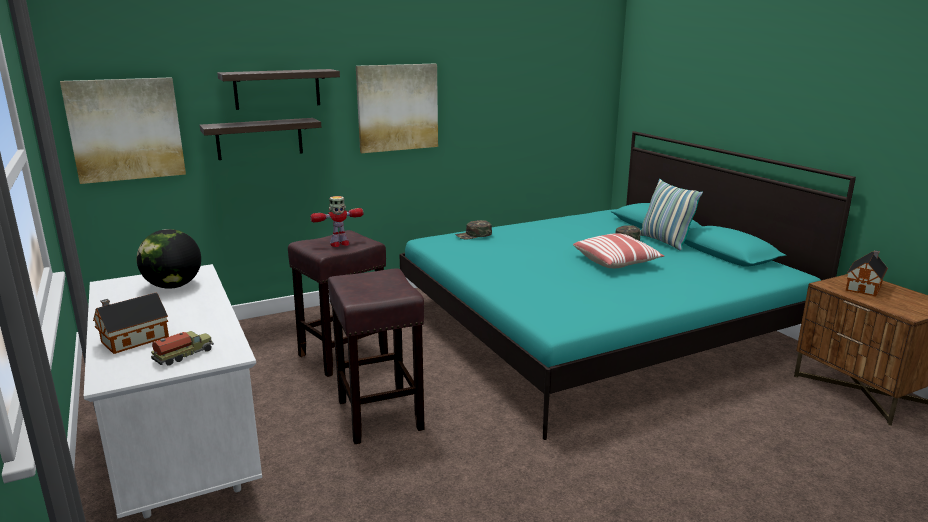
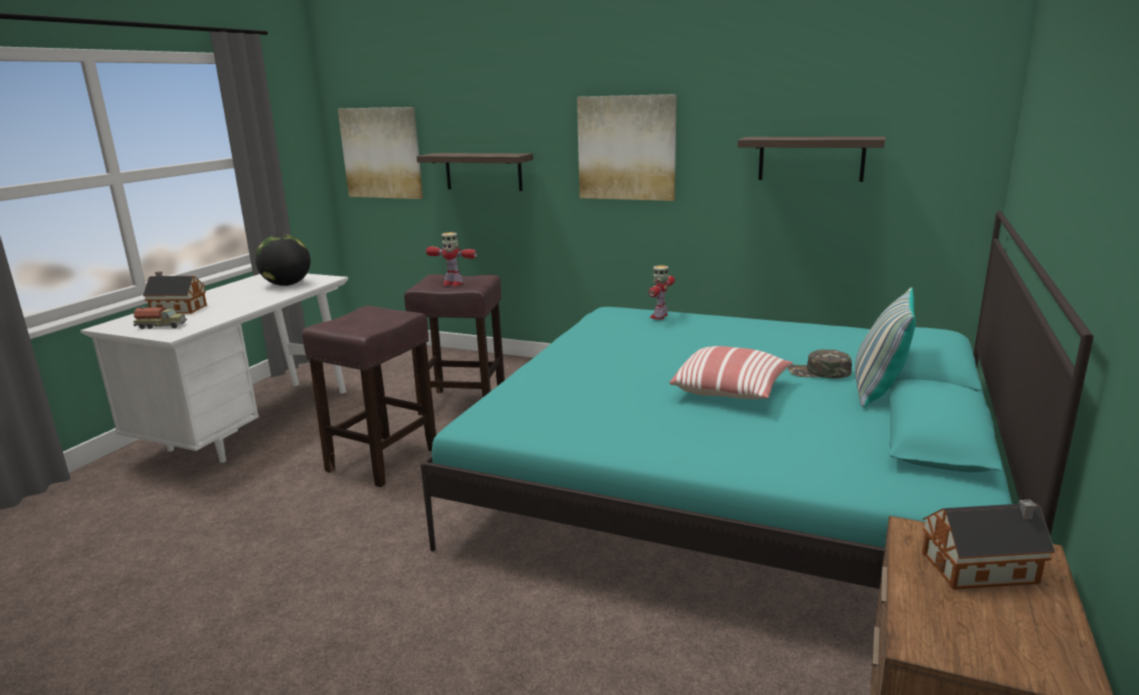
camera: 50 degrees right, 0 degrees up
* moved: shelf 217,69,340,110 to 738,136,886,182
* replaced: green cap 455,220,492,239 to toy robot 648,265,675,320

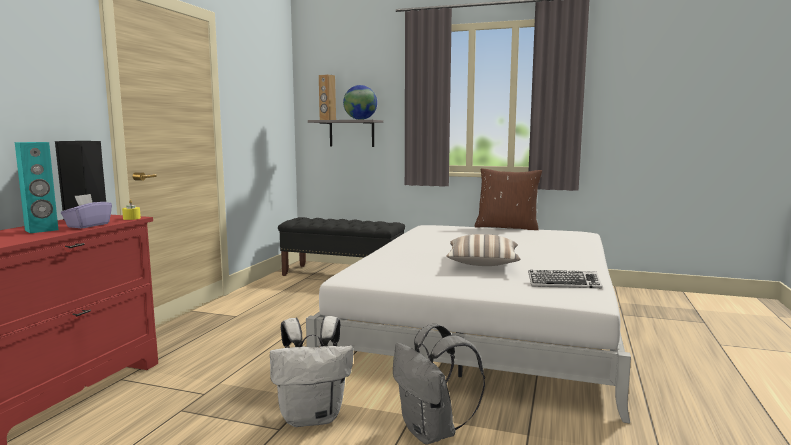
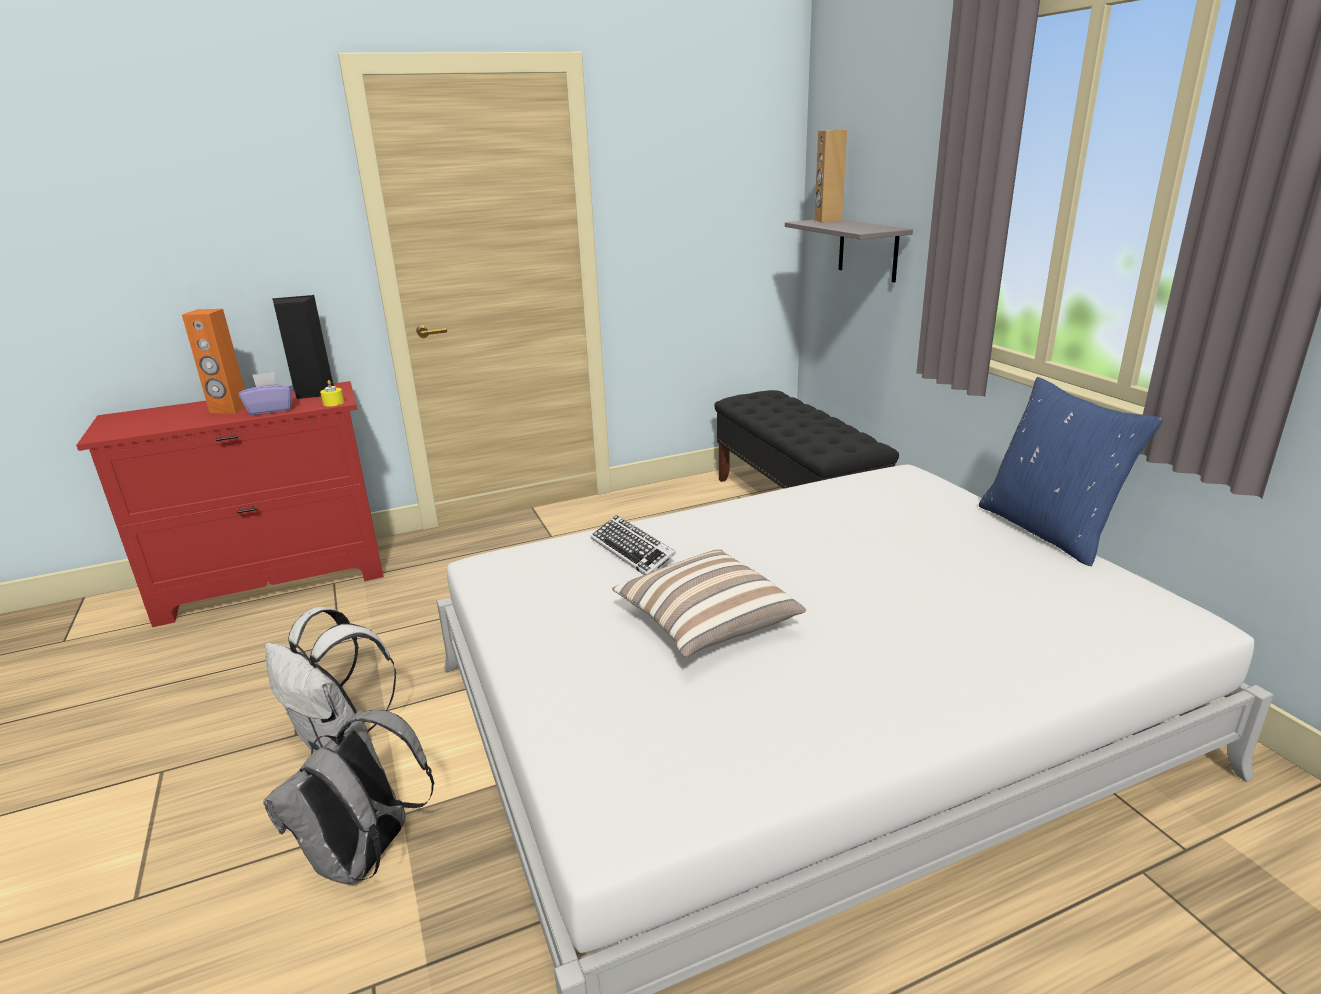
camera: 50 degrees right, 15 degrees up
* removed: globe 343,85,377,120
* recoloured: turquoise speaker 15,142,58,233 to orange speaker 182,309,245,413
* recoloured: brown pillow 475,169,542,230 to blue pillow 979,377,1163,566
* moved: keyboard 528,270,602,288 to 591,515,676,575

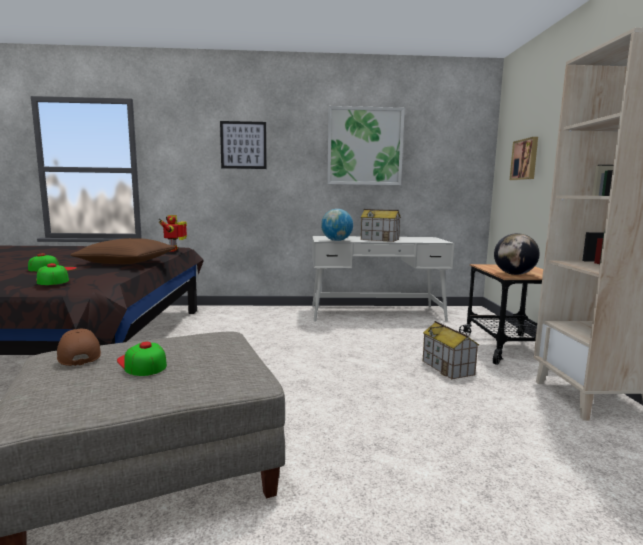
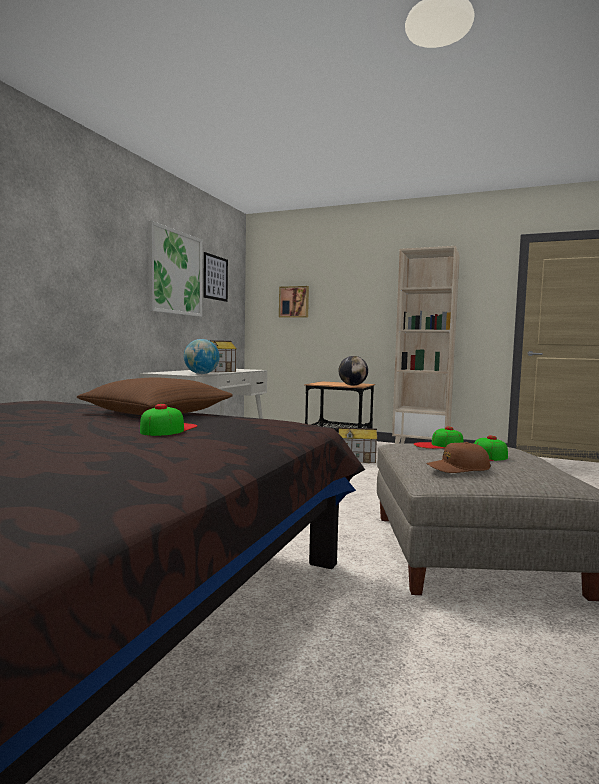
camera: 65 degrees left, 5 degrees down
* moved: picture 220,121,267,169 to 204,252,228,302
* removed: toy robot 158,215,187,252
* moved: cap 36,263,69,285 to 413,426,463,449

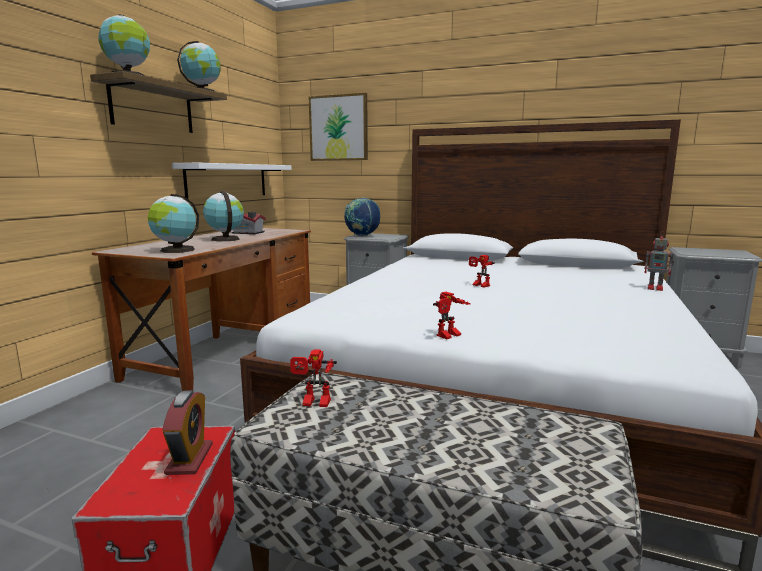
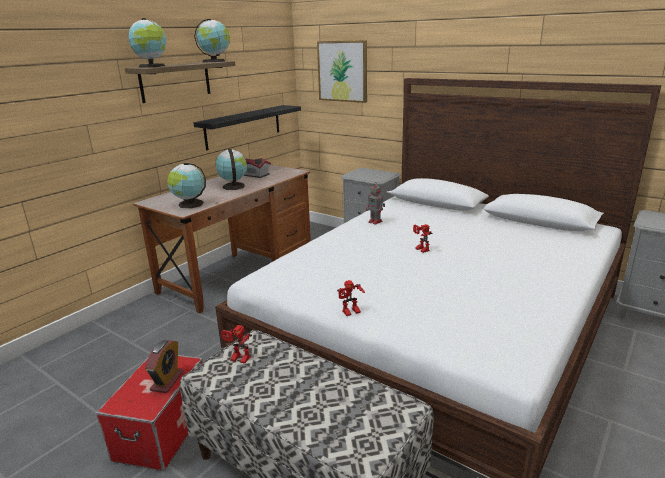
camera: 15 degrees right, 10 degrees up
* recoloured: white shelf 172,163,292,201 to black shelf 193,105,301,150
* removed: globe 344,198,380,236
* moved: toy robot 644,231,674,291 to 366,183,385,225

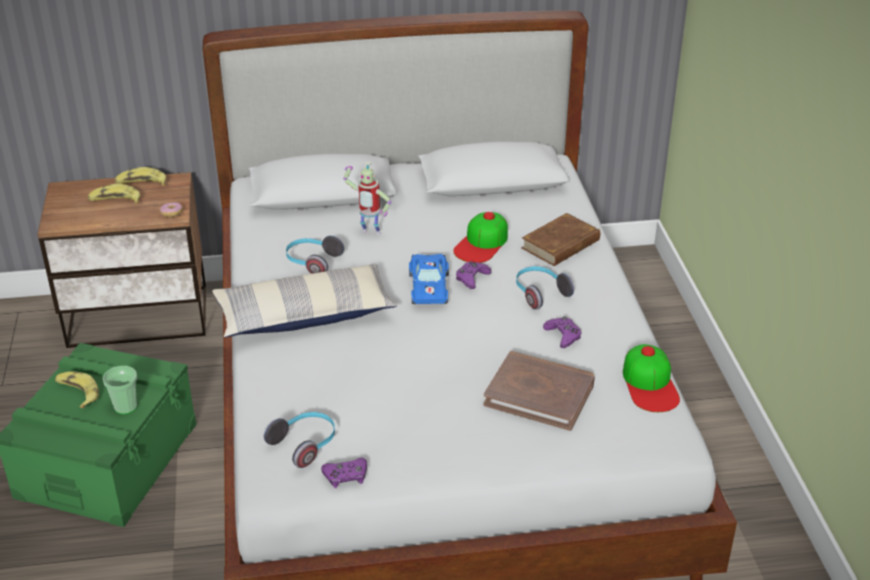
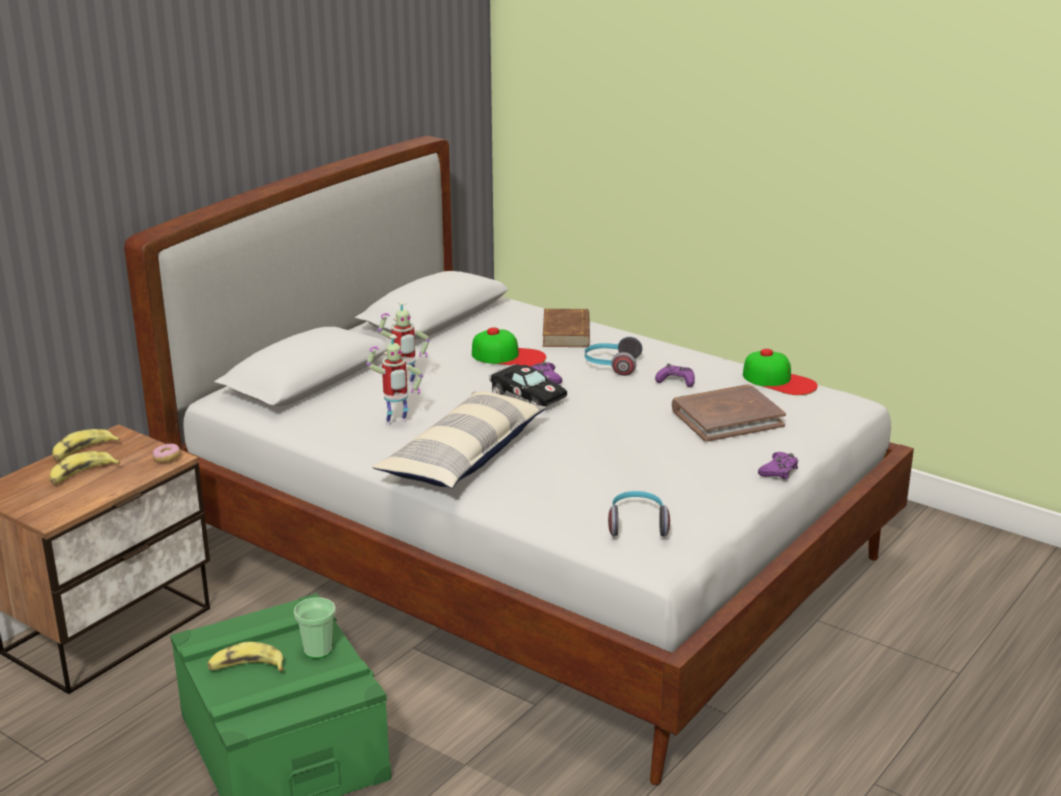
camera: 45 degrees left, 10 degrees down
* turned: cap 453,212,508,263 = 472,327,546,367 60 degrees counterclockwise
* replaced: headphones 286,235,344,274 to toy robot 366,335,423,425
* recoloured: blue toy car 409,254,449,304 to black toy car 489,364,567,406
* moved: purple game controller 321,458,367,488 to 758,452,798,479

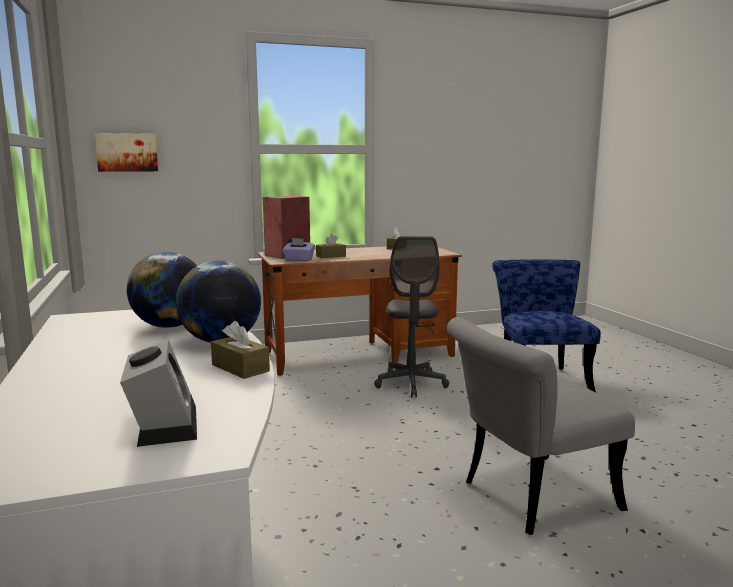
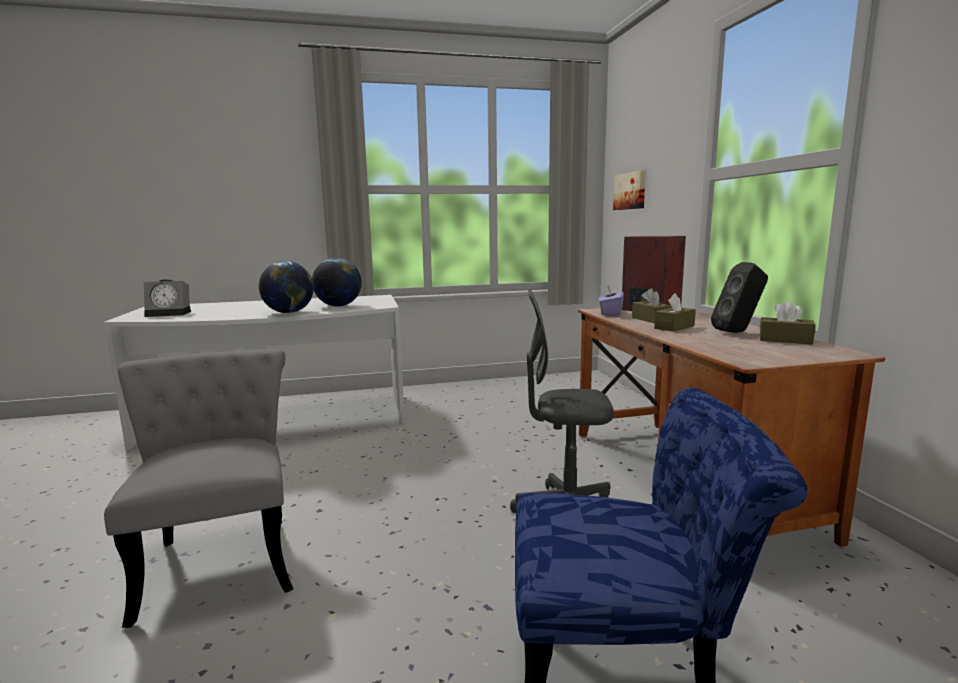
camera: 95 degrees right, 0 degrees up
* moved: brown tissue box 211,321,270,379 to 654,293,696,332
* added: black speaker 711,262,768,333

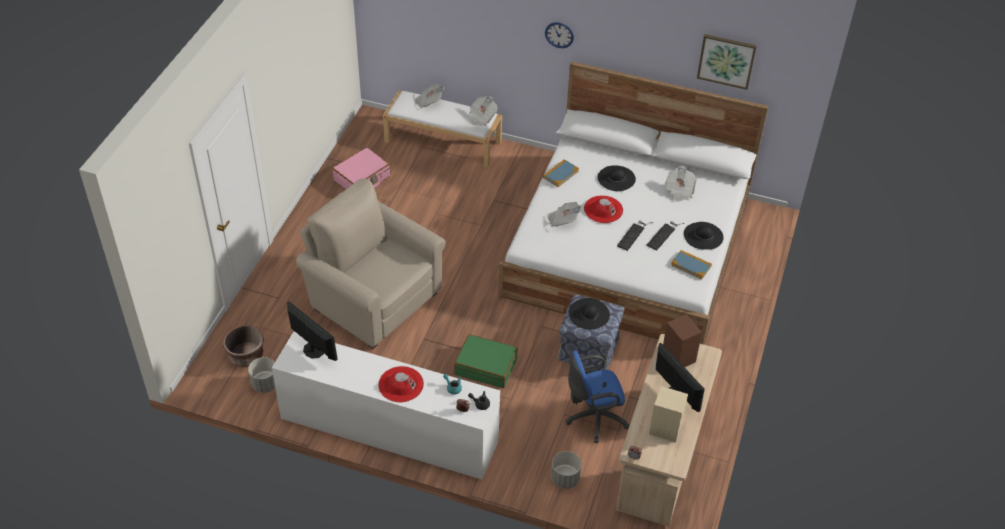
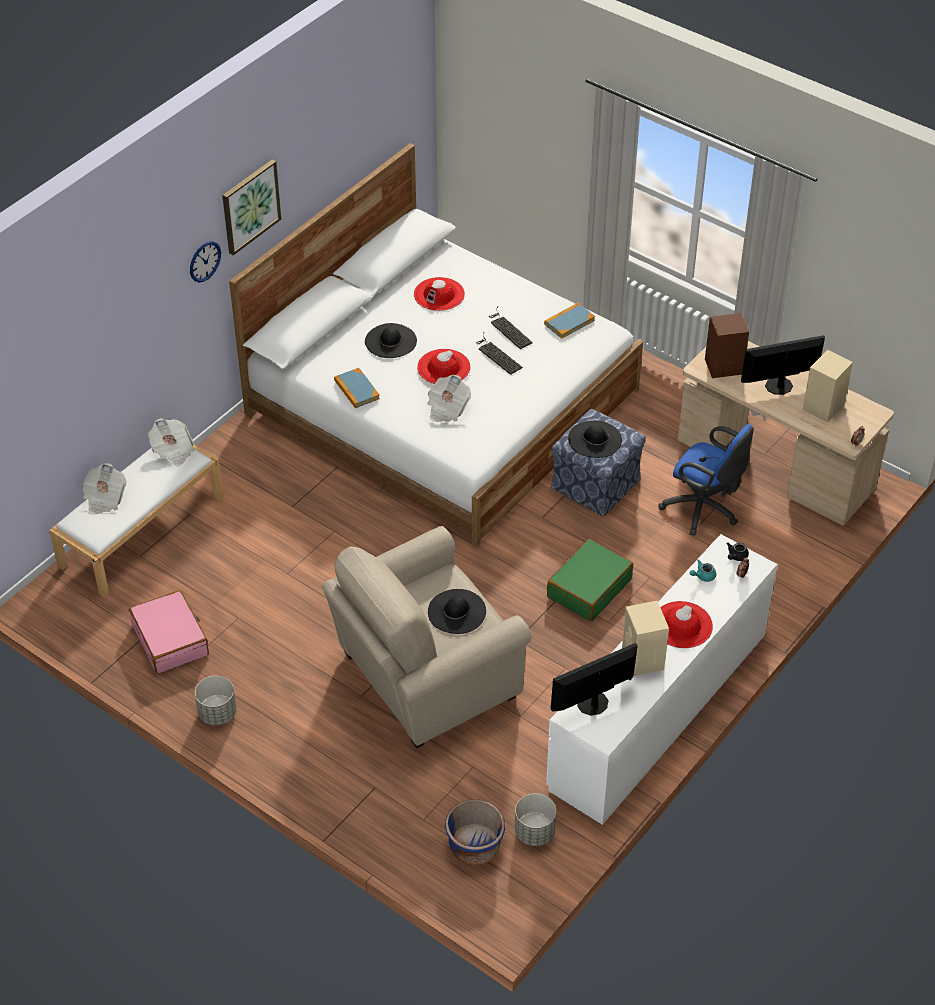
camera: 70 degrees left, 0 degrees up
* moved: picture 697,34,757,90 to 222,160,281,255
* replaced: newspaper 665,167,697,202 to red hat 414,277,465,311
* moved: black hat 684,222,724,250 to 428,589,486,634
* recoloured: brown planter 223,325,264,368 to blue planter 445,799,505,865
* turned: blue office chair 565,351,630,443 = 658,424,754,536 60 degrees counterclockwise
* moved: grey planter 551,451,582,489 to 195,676,237,725
* added: beige speaker 622,601,669,676

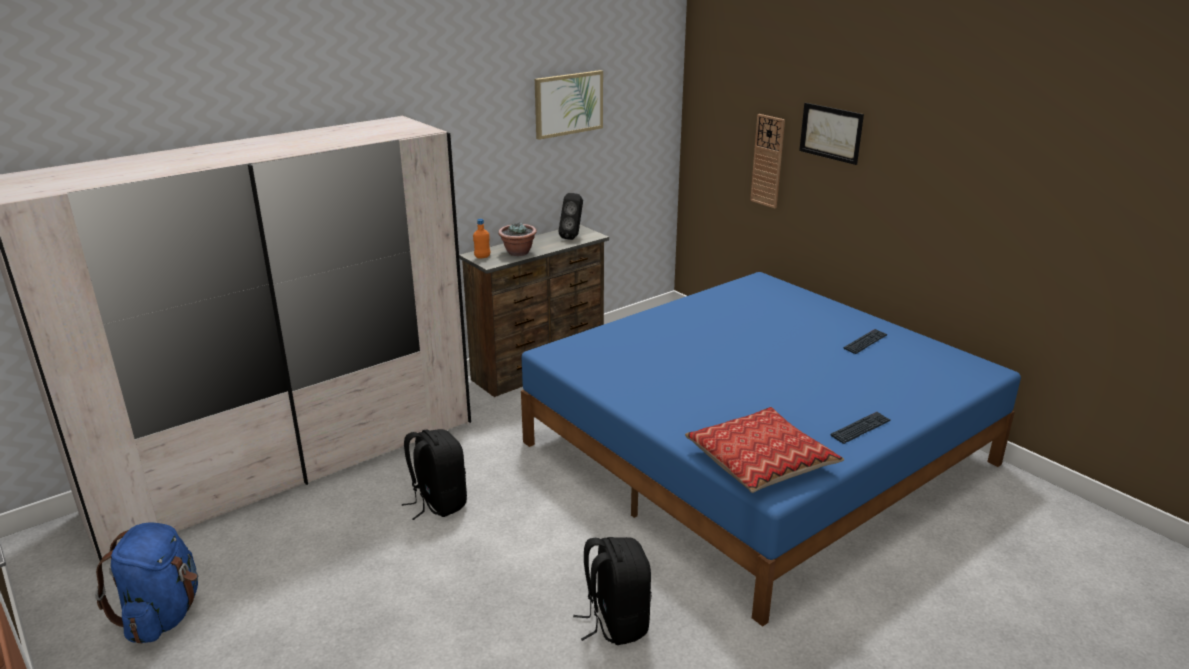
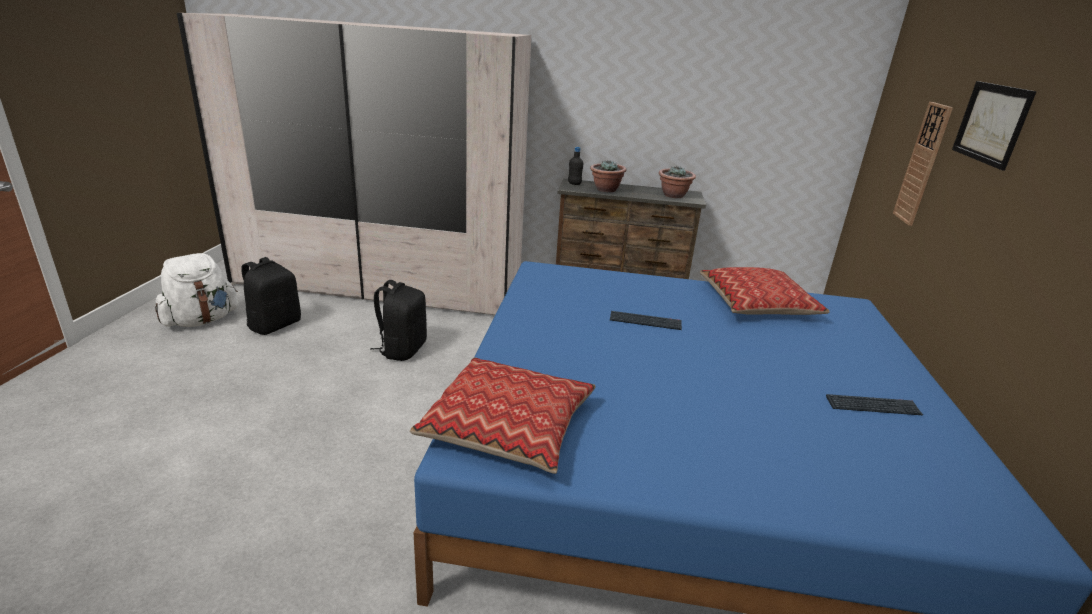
camera: 45 degrees right, 0 degrees up
* removed: picture 535,70,603,140
* replaced: black speaker 558,193,583,240 to potted plant 659,166,696,198
* recoloured: orange bottle 473,219,490,258 to black bottle 568,147,583,185
* moved: keyboard 830,412,891,444 to 610,311,682,330
* recoloured: blue backpack 95,522,198,644 to white backpack 155,253,238,327
* moved: black backpack 573,537,651,645 to 241,257,301,335
* added: pillow 700,267,830,315

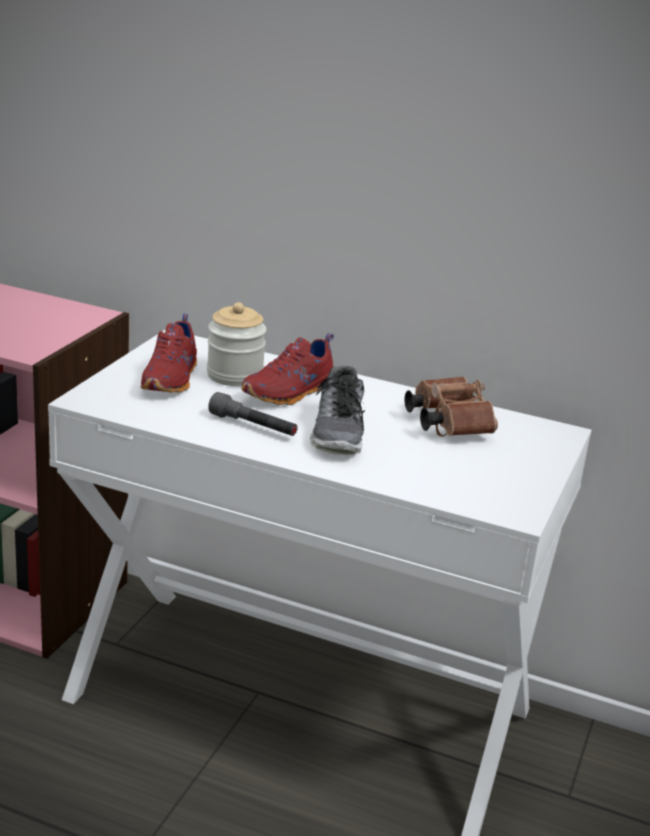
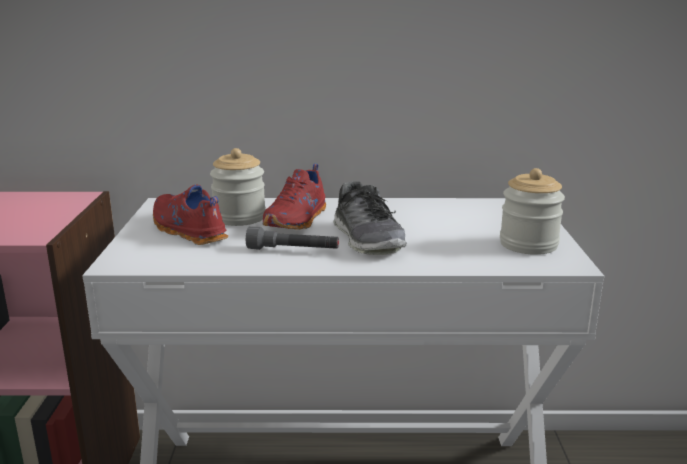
camera: 20 degrees left, 5 degrees down
* turned: red shoe 140,313,197,393 = 153,184,228,245 150 degrees clockwise
* removed: brown binoculars 405,376,498,437
* added: jar 500,168,565,255

